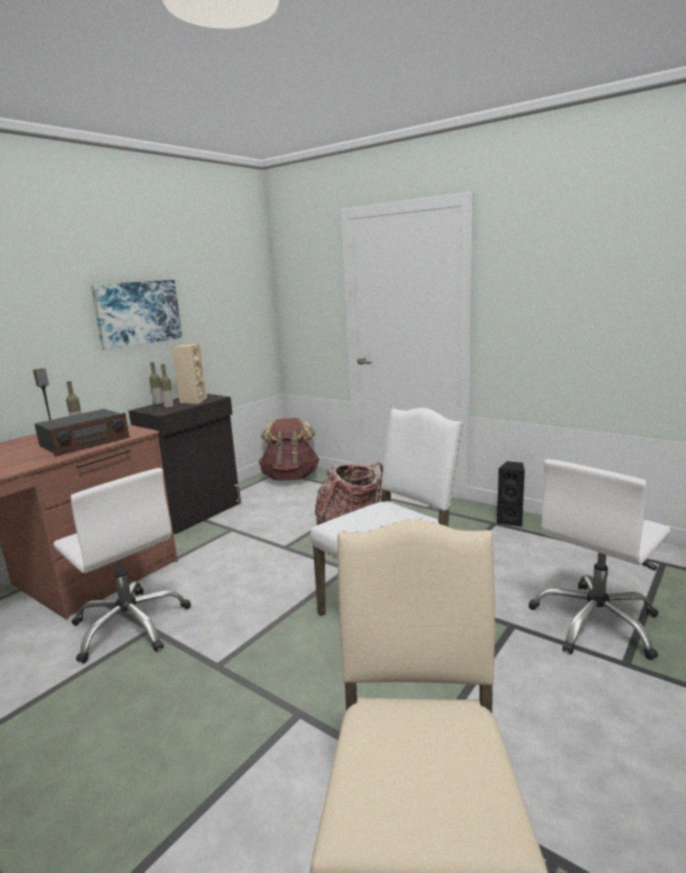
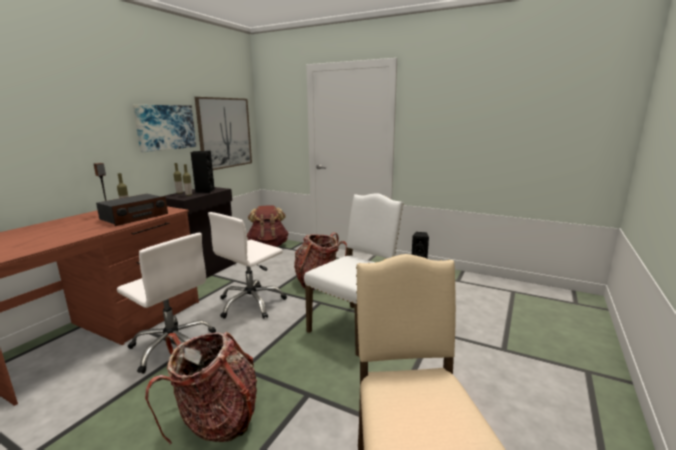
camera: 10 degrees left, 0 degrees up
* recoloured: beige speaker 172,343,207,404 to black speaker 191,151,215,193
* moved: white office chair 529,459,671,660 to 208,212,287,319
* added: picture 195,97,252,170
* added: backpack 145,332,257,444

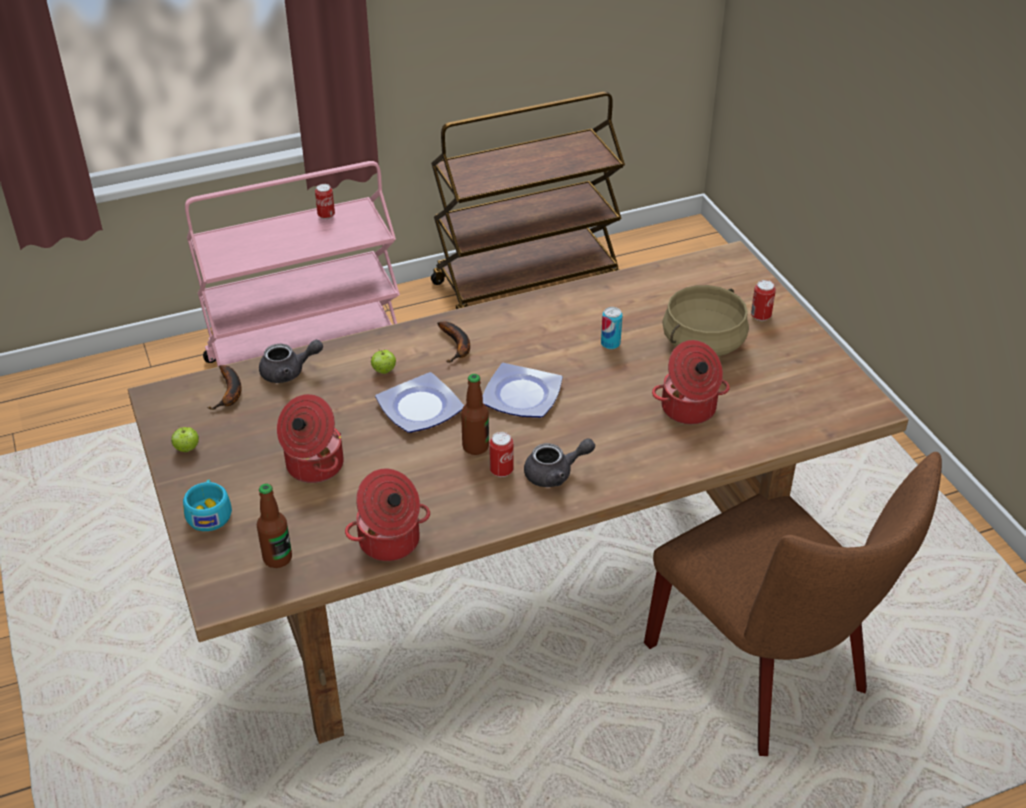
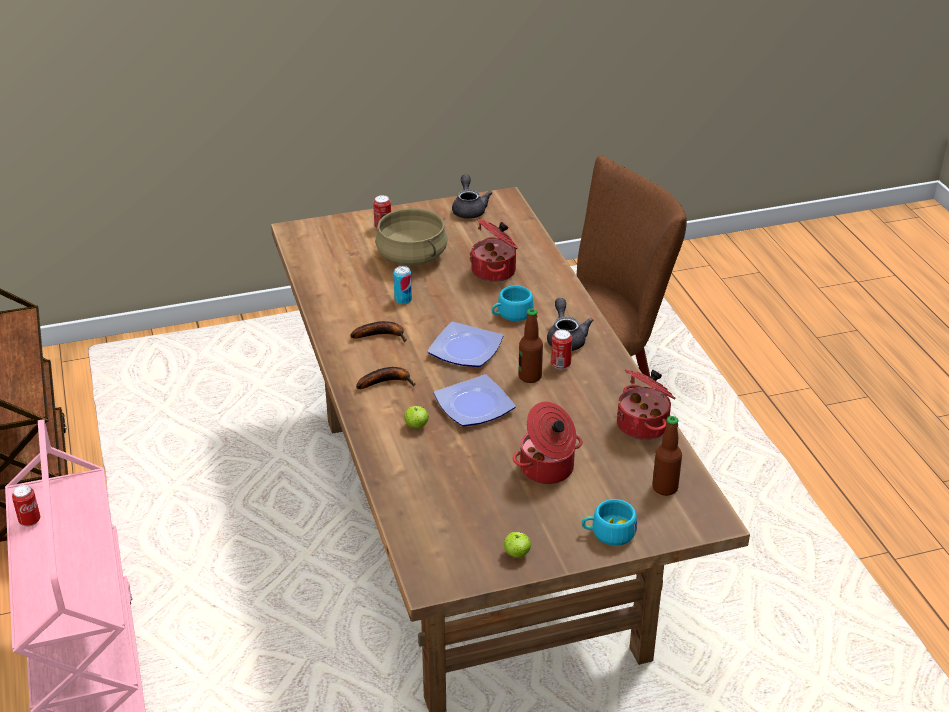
camera: 85 degrees left, 5 degrees down
* moved: grey teapot 259,340,323,383 to 452,174,492,219
* moved: banana 209,365,242,410 to 350,321,407,342
* added: turquoise cup 492,285,534,321

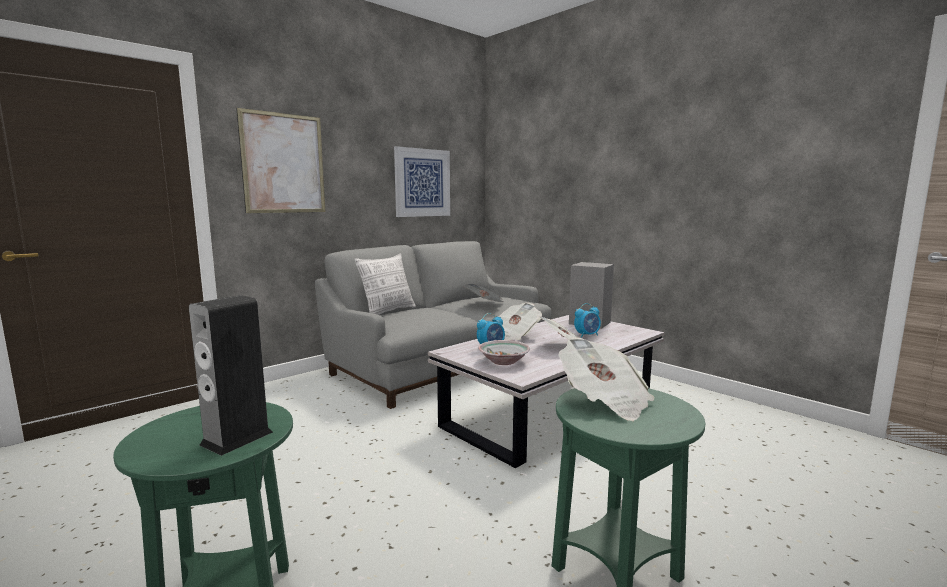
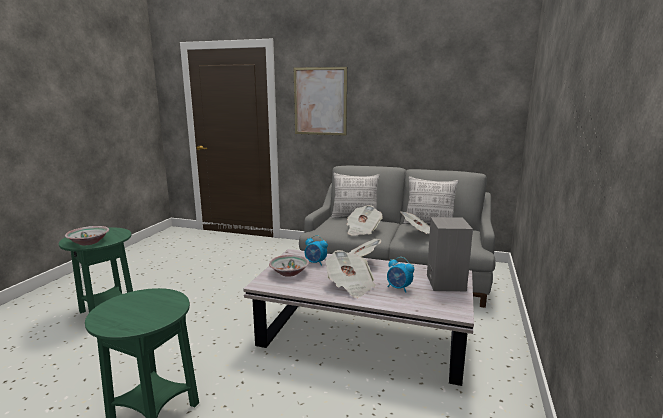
camera: 60 degrees right, 5 degrees up
* removed: picture 394,146,450,217
* replaced: speaker 189,295,273,456 to bowl 65,226,109,245
* moved: newspaper 559,337,655,421 to 346,205,383,236
* added: pillow 404,176,458,224

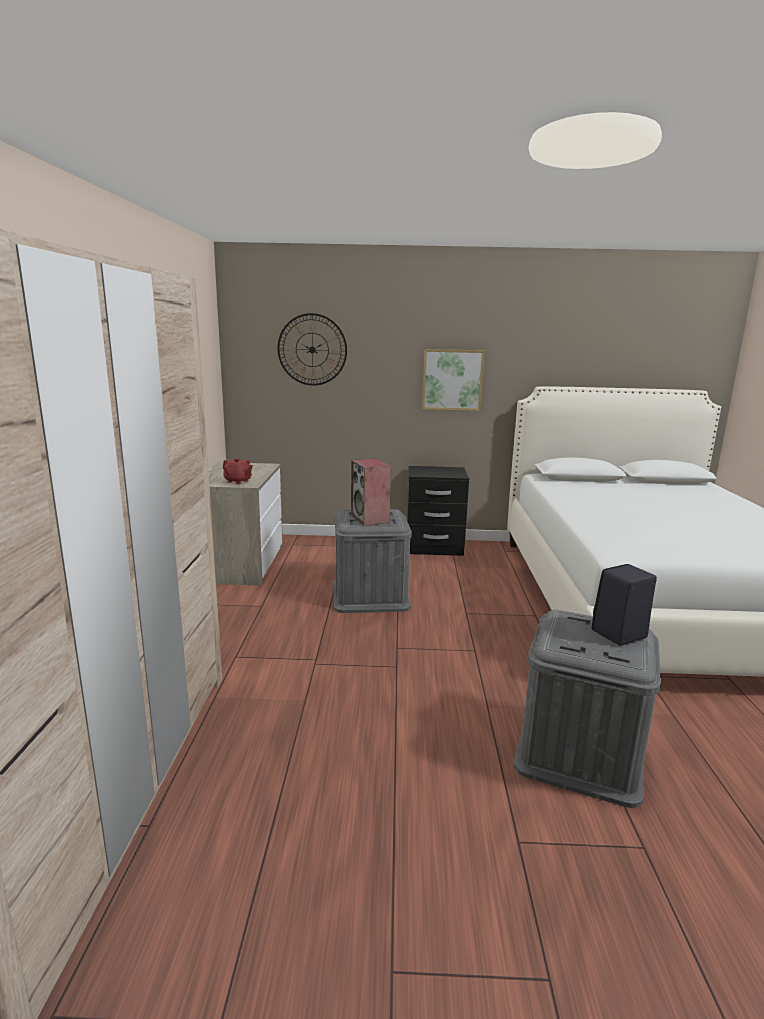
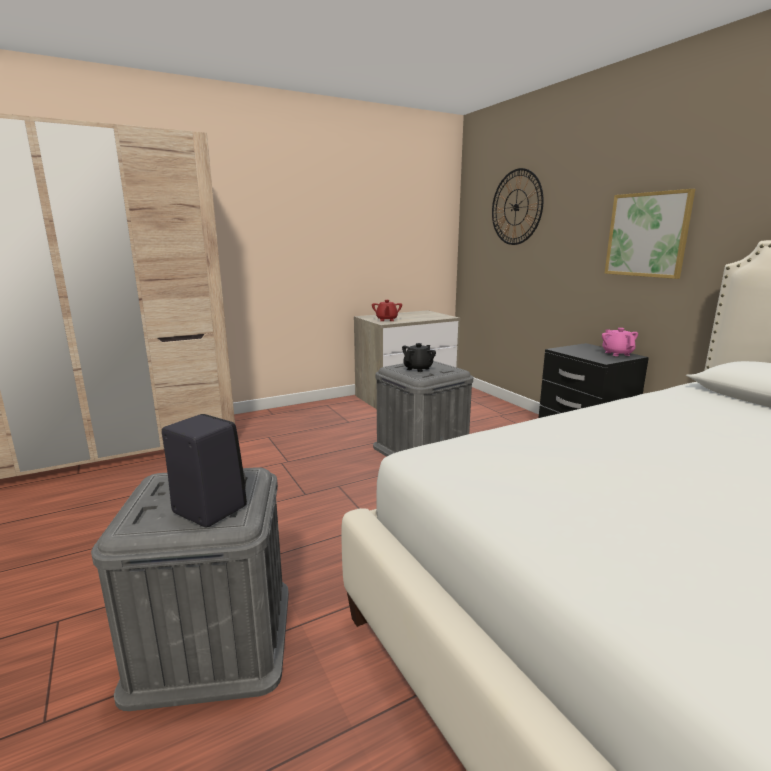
camera: 60 degrees right, 0 degrees up
* replaced: speaker 351,458,391,526 to black teapot 402,343,436,372
* added: pink teapot 602,328,638,356

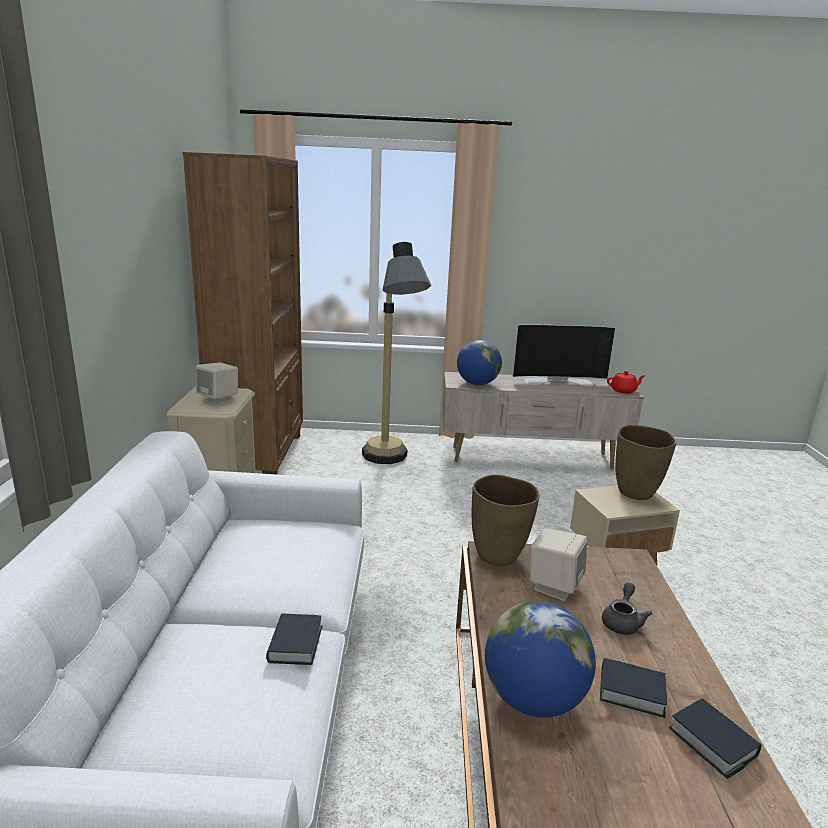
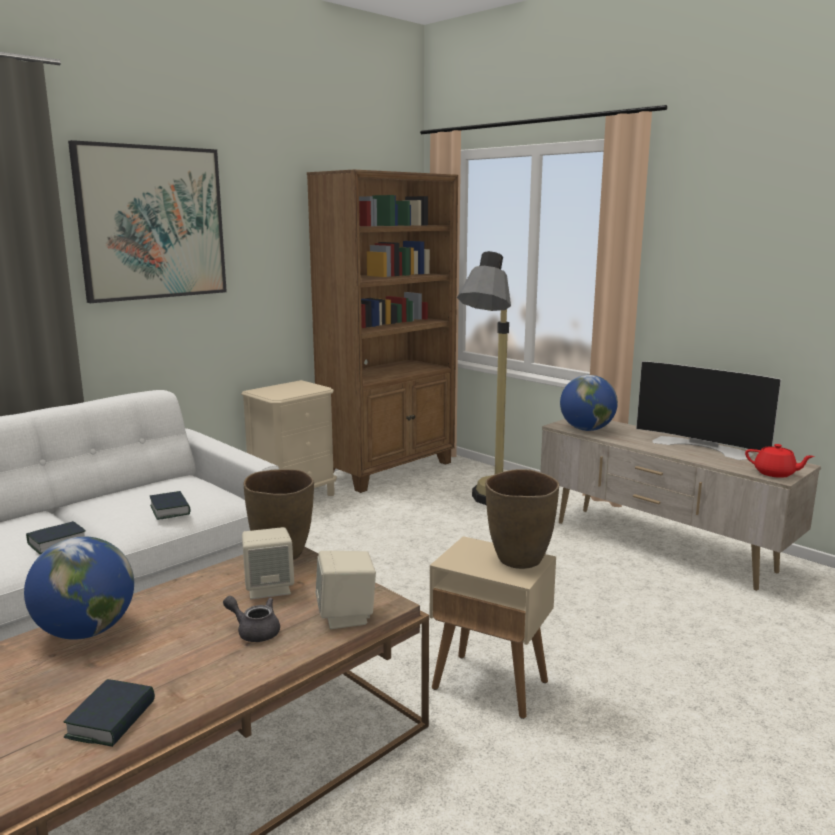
camera: 45 degrees right, 5 degrees down
* moved: beige speaker 196,362,238,406 to 316,551,376,629
* turned: grey teapot 602,582,652,635 = 223,596,280,642 135 degrees counterclockwise
* moved: book 600,658,667,718 to 150,491,190,520
* added: picture 68,140,227,303

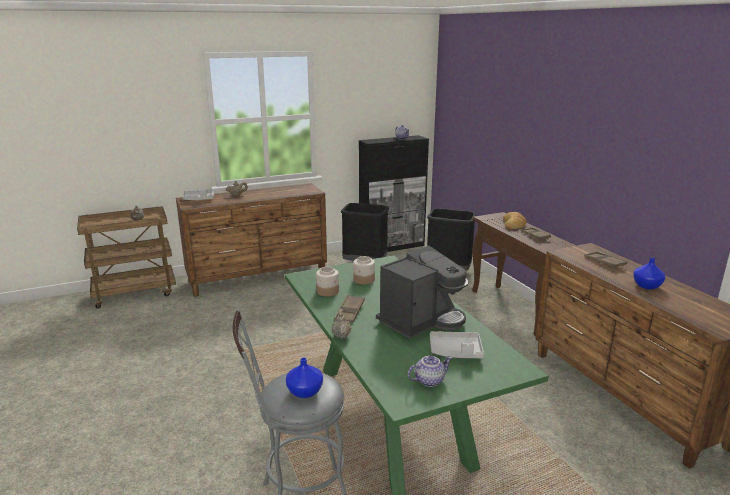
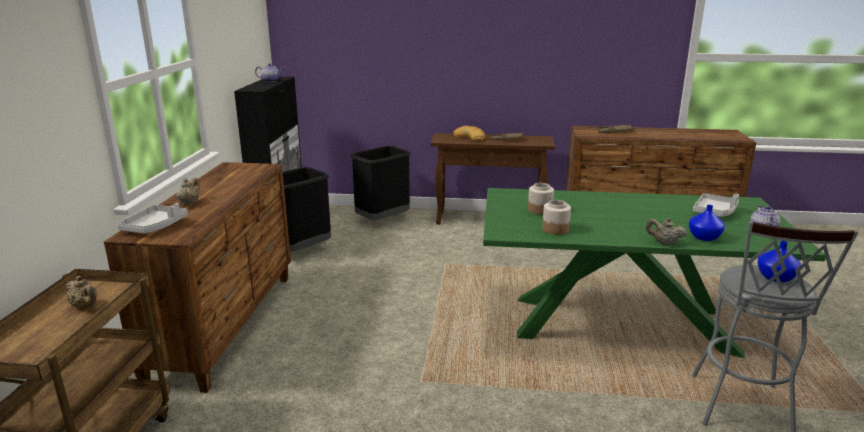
camera: 60 degrees left, 0 degrees up
* removed: coffee machine 376,246,468,339
* moved: blue vase 633,258,666,289 to 689,205,725,241
* removed: brown tray 334,295,365,323

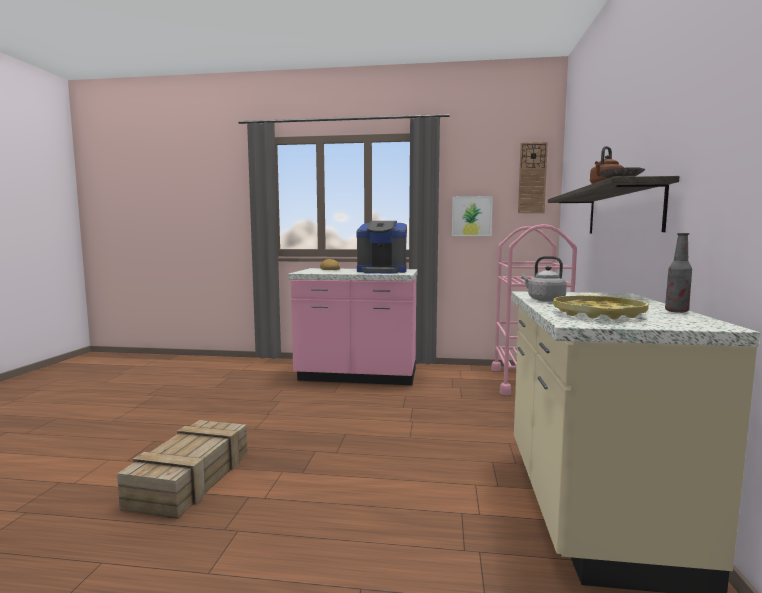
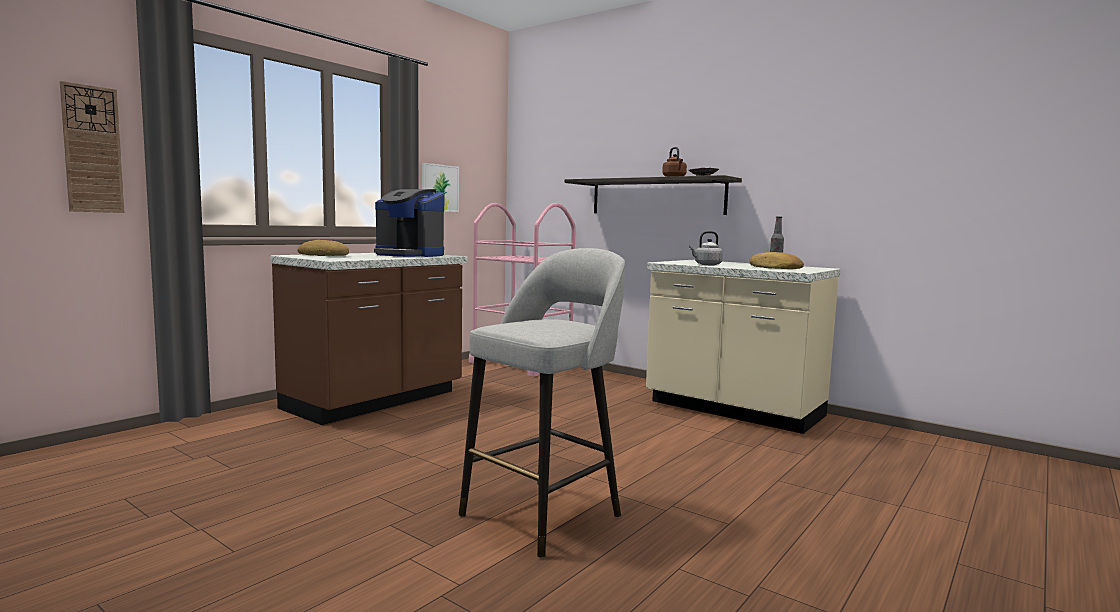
camera: 60 degrees left, 0 degrees up
* moved: wall clock 518,142,548,213 to 60,81,124,213
* turned: coffee machine 357,221,407,273 = 374,189,444,257 75 degrees clockwise
* recoloured: pink counter 288,268,418,385 to brown counter 270,253,468,425
* replaced: yellow tray 553,295,649,319 to bread 749,252,804,269
* replaced: crate 117,420,248,519 to grey stool 459,248,625,558

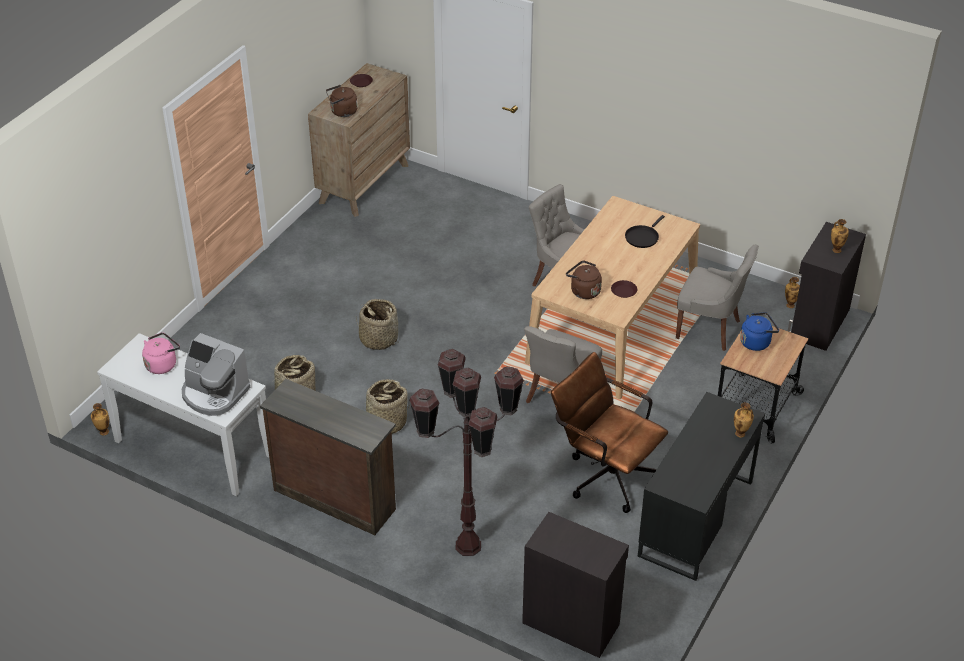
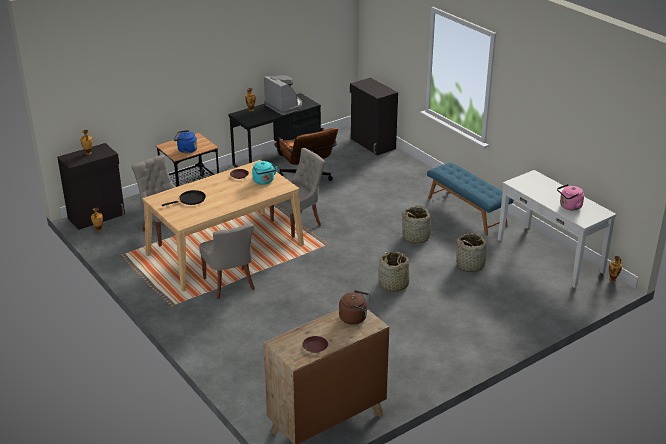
camera: 155 degrees left, 10 degrees down
* recoloured: brown kettle 566,260,602,299 to turquoise kettle 252,161,278,185
* moved: coffee machine 182,333,250,416 to 264,75,302,115
* removed: brown floor lamp 409,349,524,556
* replaced: brown dresser 260,379,396,535 to blue bench 427,162,513,235

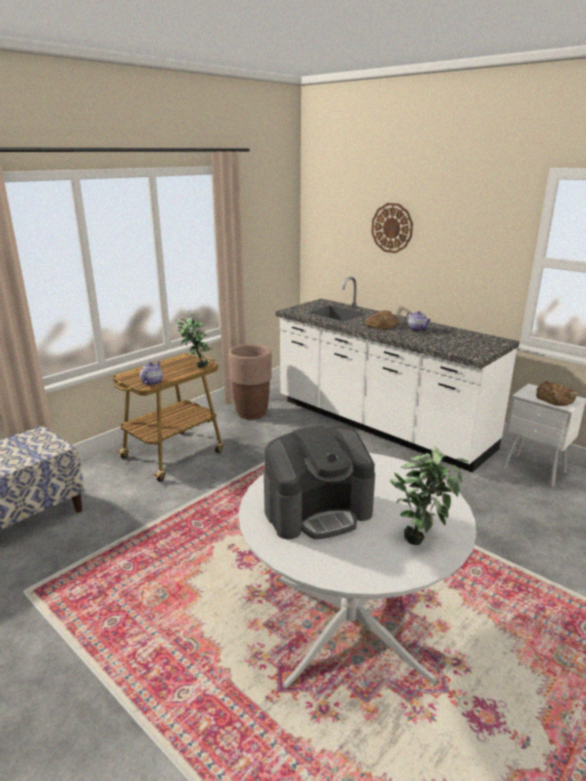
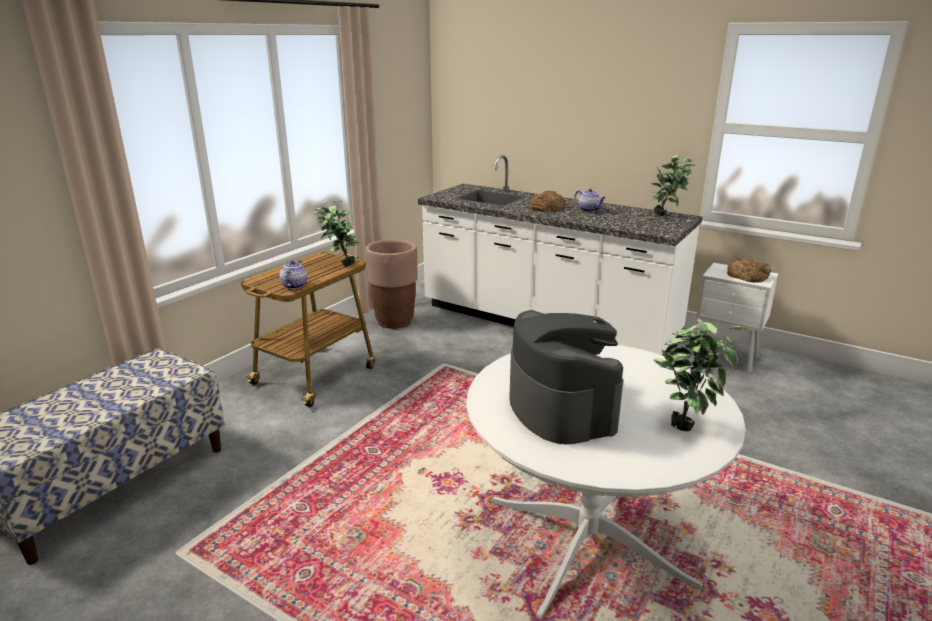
camera: 10 degrees left, 0 degrees up
* removed: wall clock 371,203,413,253
* turned: coffee machine 264,425,375,539 = 509,310,623,444 75 degrees counterclockwise
* added: potted plant 651,155,695,216

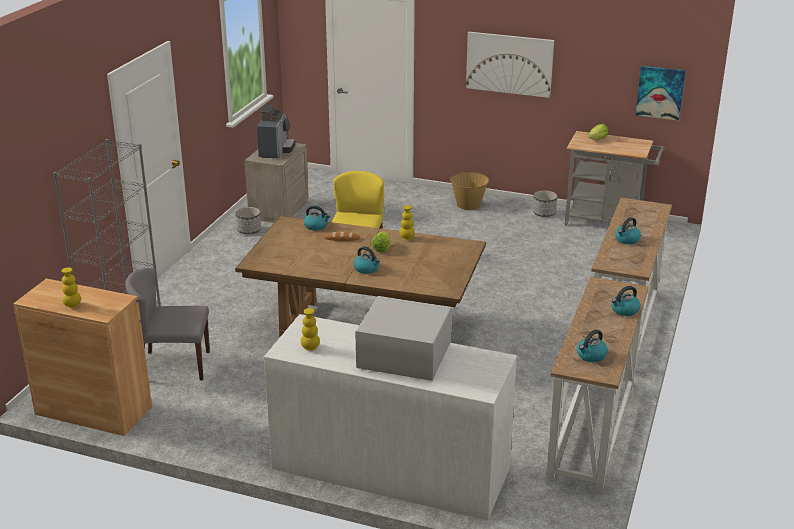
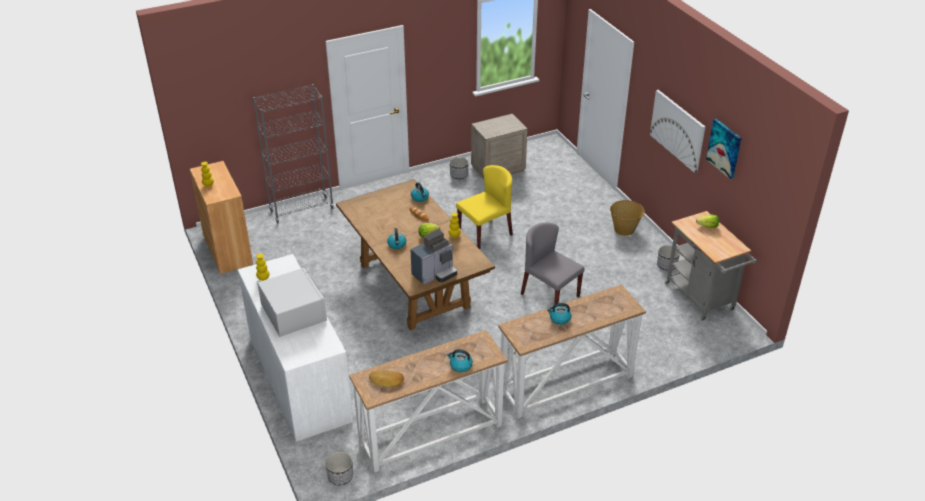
camera: 45 degrees right, 10 degrees up
* moved: picture 635,66,686,121 to 706,119,741,179
* moved: coffee machine 257,105,295,158 to 410,229,457,285
* moved: grey chair 125,268,210,381 to 521,222,585,305
* replaced: kettle 577,330,608,362 to bread 369,370,404,387
* added: planter 325,451,353,485

